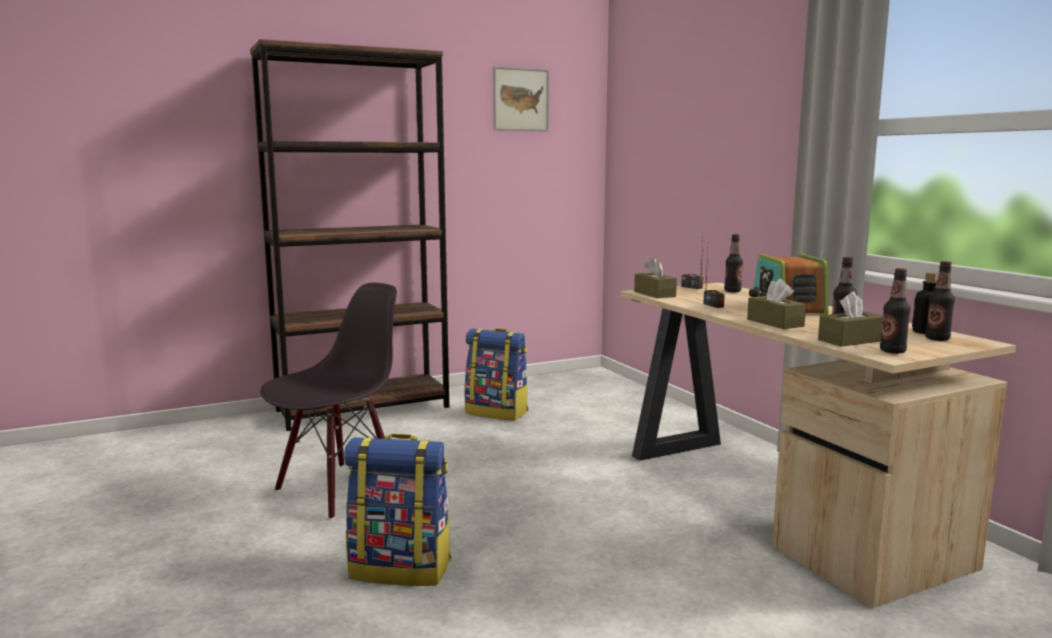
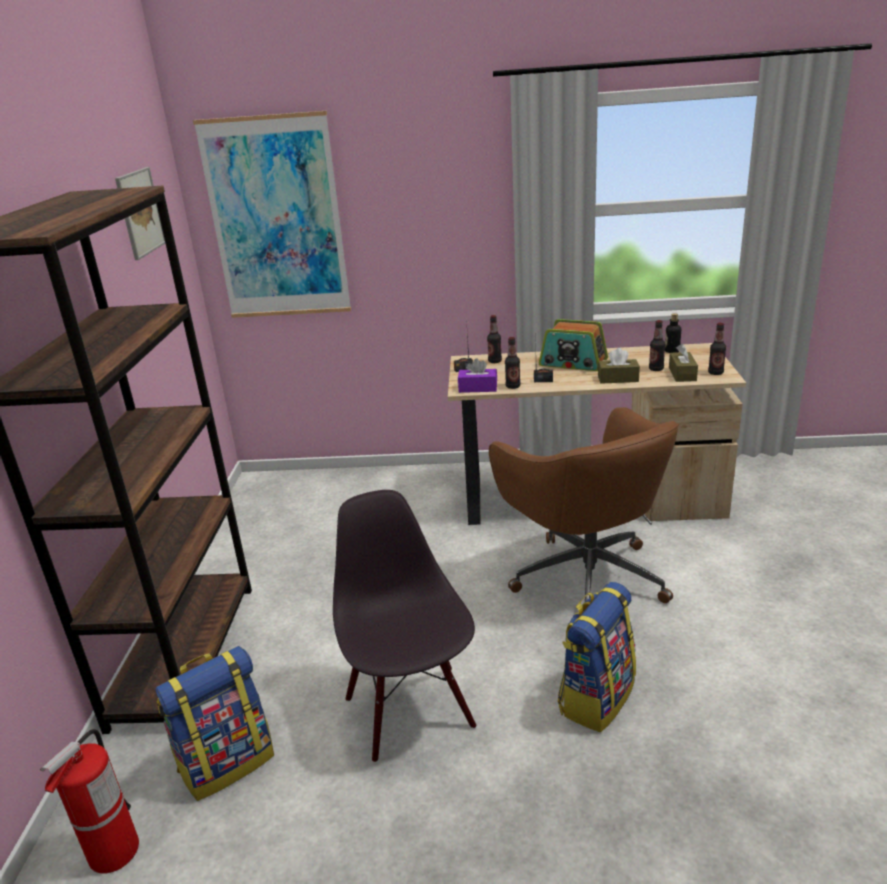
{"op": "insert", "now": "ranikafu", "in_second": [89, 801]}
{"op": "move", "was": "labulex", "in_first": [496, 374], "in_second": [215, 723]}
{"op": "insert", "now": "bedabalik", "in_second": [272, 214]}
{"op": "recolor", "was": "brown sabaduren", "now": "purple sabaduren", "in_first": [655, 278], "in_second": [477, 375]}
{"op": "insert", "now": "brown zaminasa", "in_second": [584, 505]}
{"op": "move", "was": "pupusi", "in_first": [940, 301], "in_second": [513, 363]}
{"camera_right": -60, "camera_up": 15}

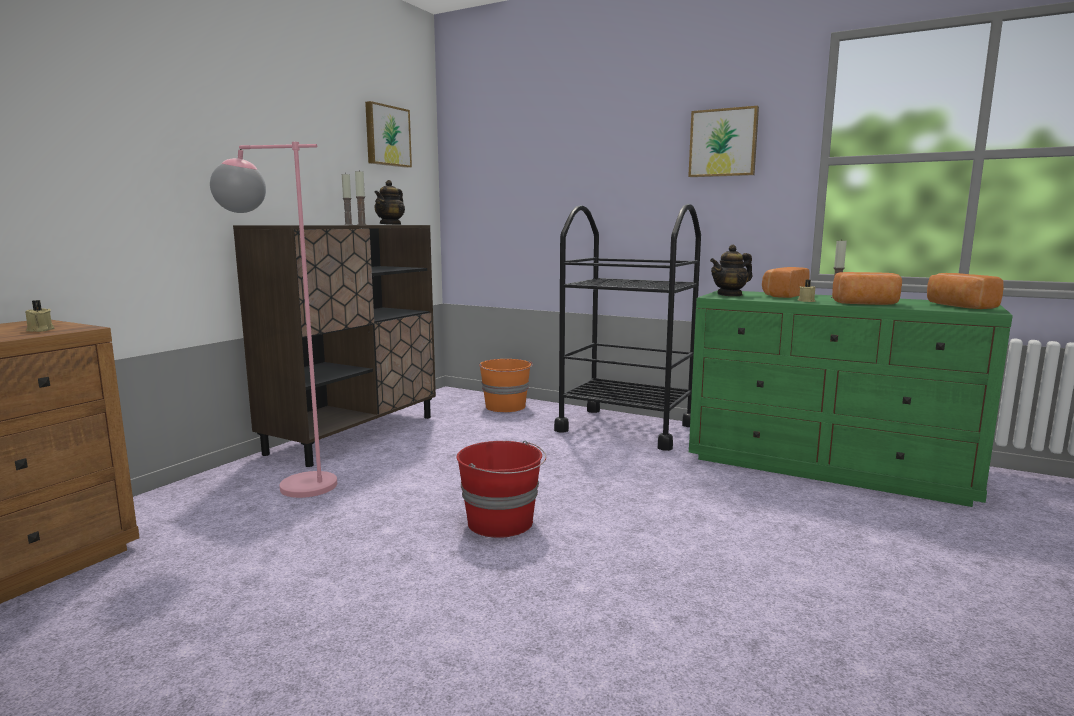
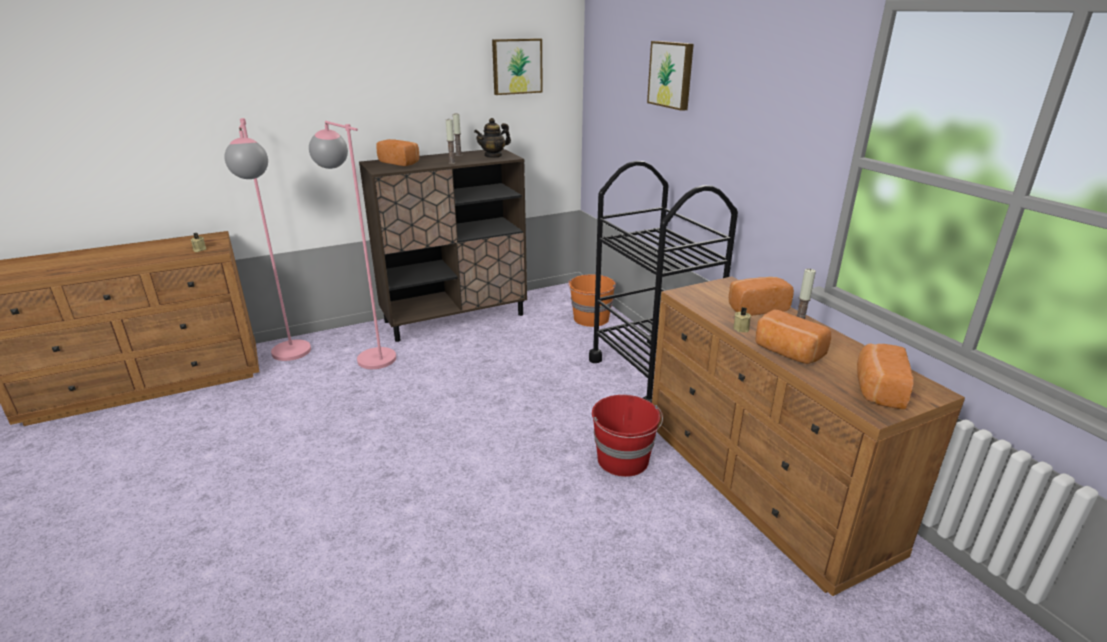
{"op": "insert", "now": "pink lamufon", "in_second": [268, 239]}
{"op": "insert", "now": "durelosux", "in_second": [397, 152]}
{"op": "move", "was": "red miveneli", "in_first": [501, 489], "in_second": [627, 436]}
{"op": "move", "was": "bedabalik", "in_first": [723, 141], "in_second": [670, 76]}
{"op": "recolor", "was": "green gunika", "now": "brown gunika", "in_first": [851, 398], "in_second": [808, 436]}
{"op": "delete", "was": "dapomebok", "in_first": [731, 270]}
{"camera_right": 35, "camera_up": 15}

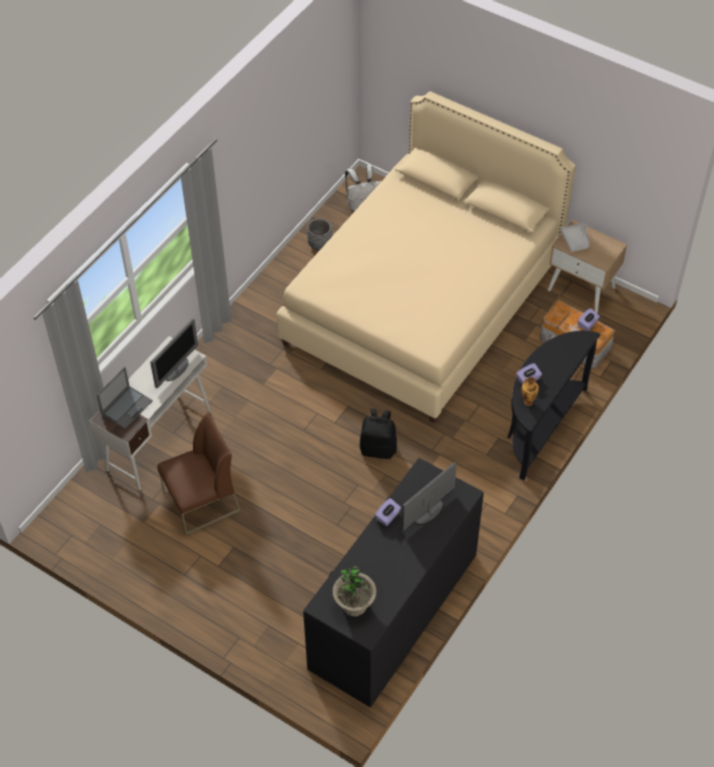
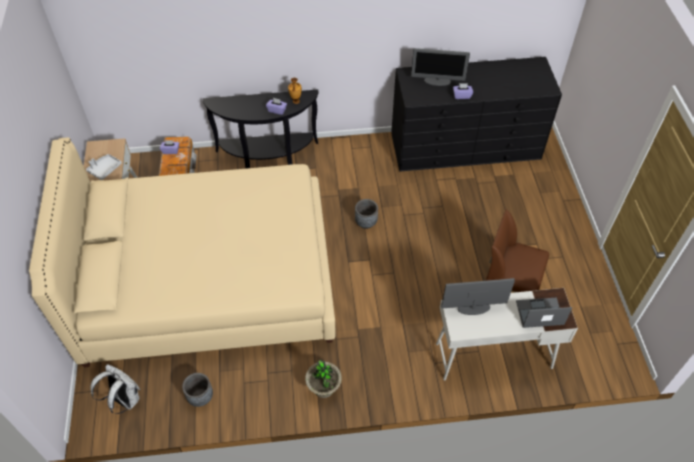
{"op": "move", "was": "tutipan", "in_first": [354, 590], "in_second": [323, 378]}
{"op": "replace", "was": "black labulex", "now": "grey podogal", "in_first": [378, 434], "in_second": [366, 214]}
{"camera_right": -130, "camera_up": 0}

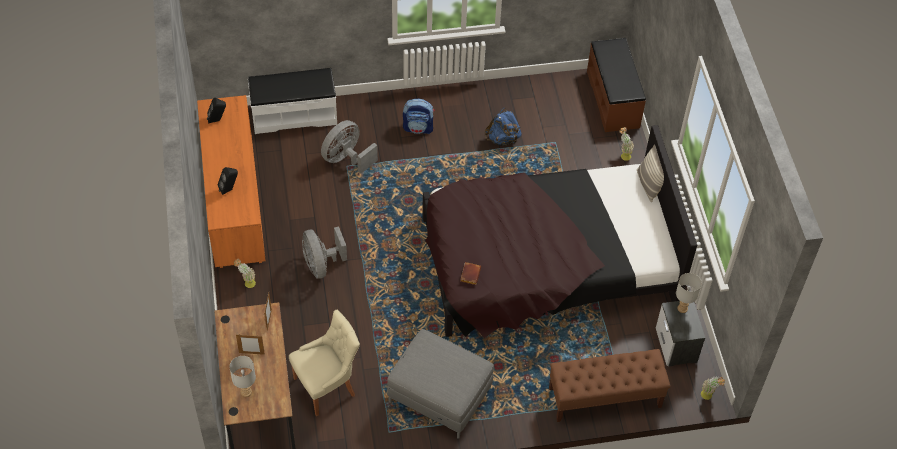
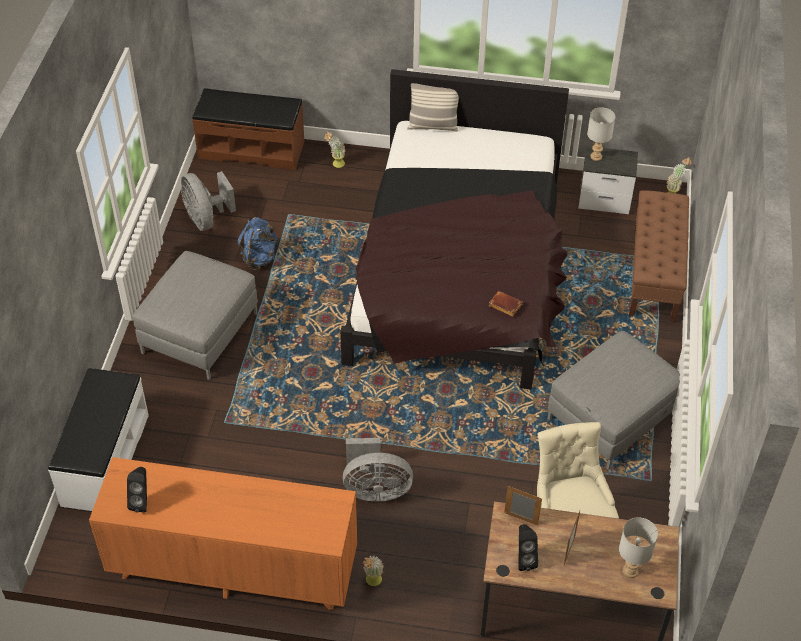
{"op": "replace", "was": "labulex", "now": "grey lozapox", "in_first": [419, 116], "in_second": [195, 315]}
{"op": "move", "was": "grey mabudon", "in_first": [349, 146], "in_second": [208, 201]}
{"op": "move", "was": "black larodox", "in_first": [228, 181], "in_second": [528, 547]}
{"camera_right": -70, "camera_up": -5}

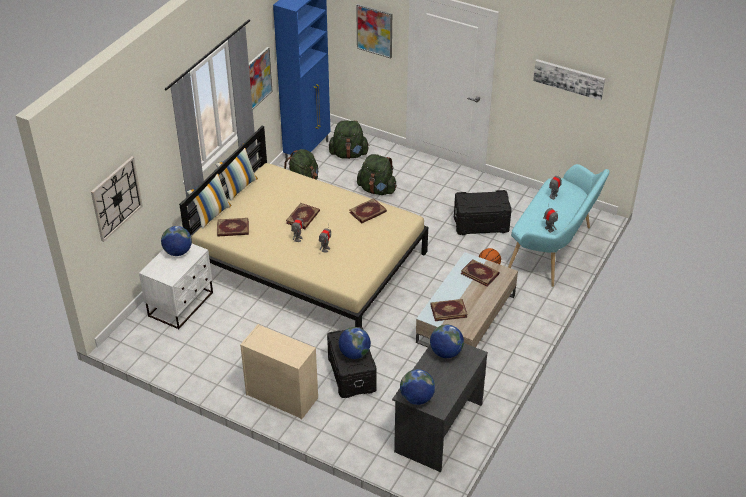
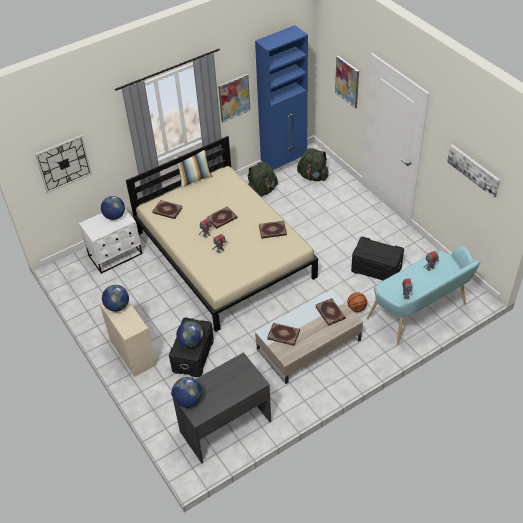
{"op": "move", "was": "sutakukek", "in_first": [447, 341], "in_second": [115, 298]}
{"op": "delete", "was": "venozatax", "in_first": [209, 201]}
{"op": "delete", "was": "green labulex", "in_first": [377, 174]}
{"camera_right": 30, "camera_up": 5}

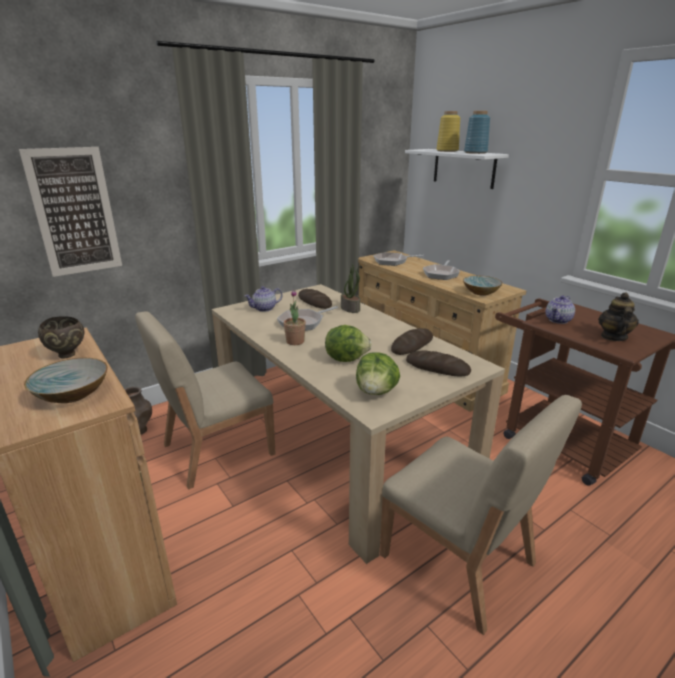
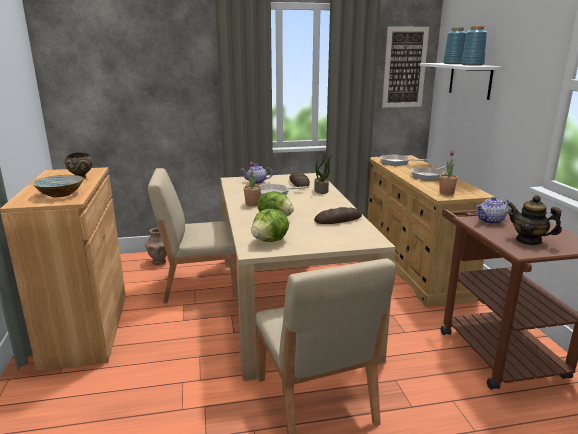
{"op": "move", "was": "bedabalik", "in_first": [70, 212], "in_second": [405, 67]}
{"op": "replace", "was": "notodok", "now": "tutipan", "in_first": [482, 286], "in_second": [448, 173]}
{"op": "recolor", "was": "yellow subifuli", "now": "blue subifuli", "in_first": [448, 131], "in_second": [454, 45]}
{"op": "rotate", "was": "dapomebok", "in_first": [618, 316], "in_second": [535, 220], "clockwise": -90}
{"op": "delete", "was": "durelosux", "in_first": [438, 363]}
{"camera_right": 25, "camera_up": -5}

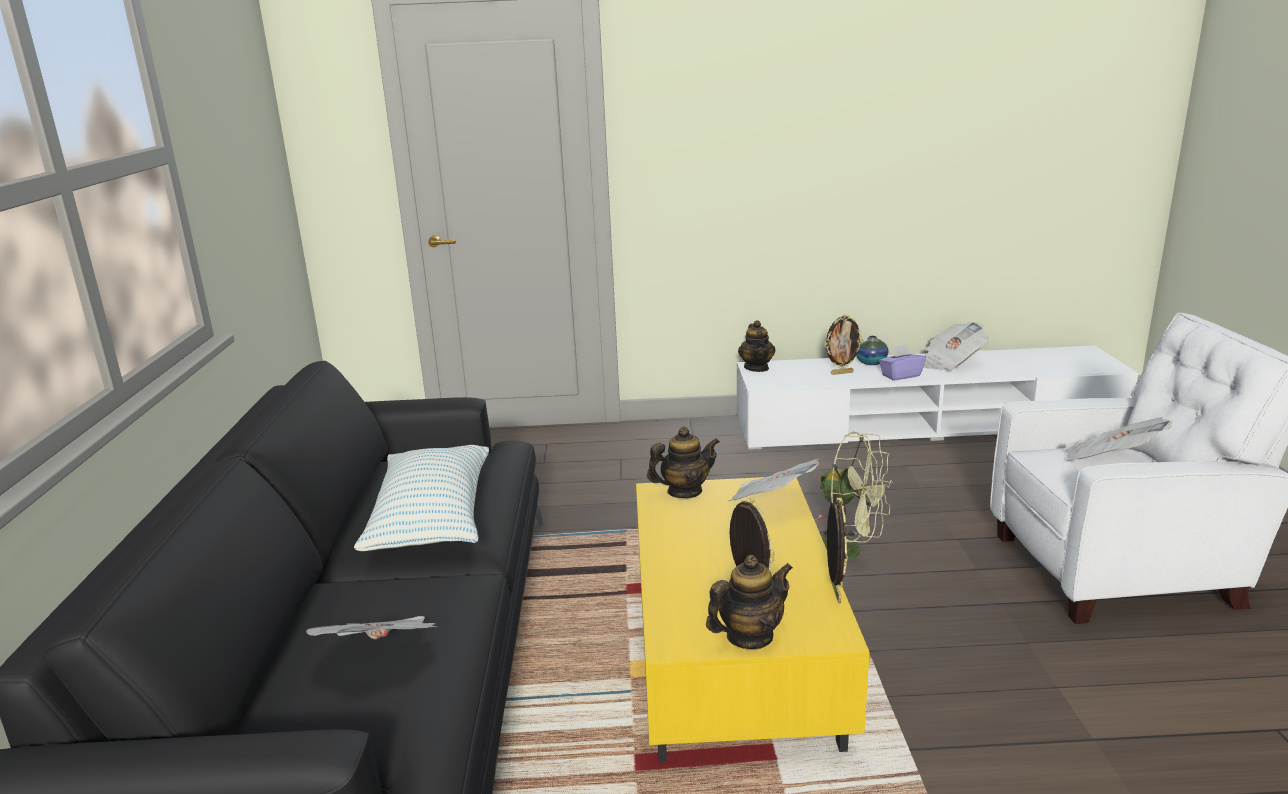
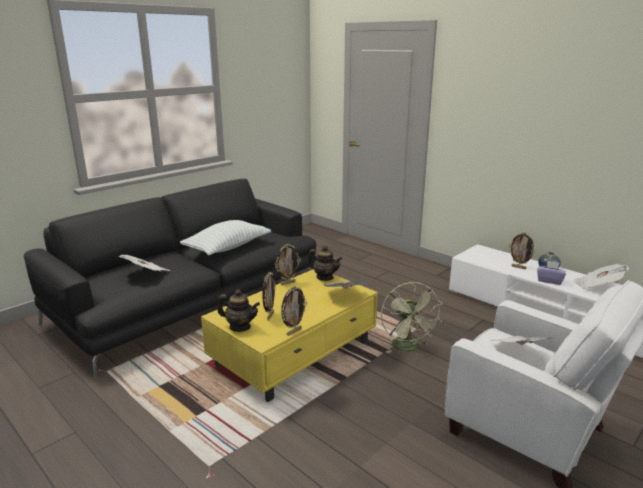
{"op": "insert", "now": "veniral", "in_second": [288, 264]}
{"op": "delete", "was": "dapomebok", "in_first": [756, 346]}
{"camera_right": 45, "camera_up": 0}

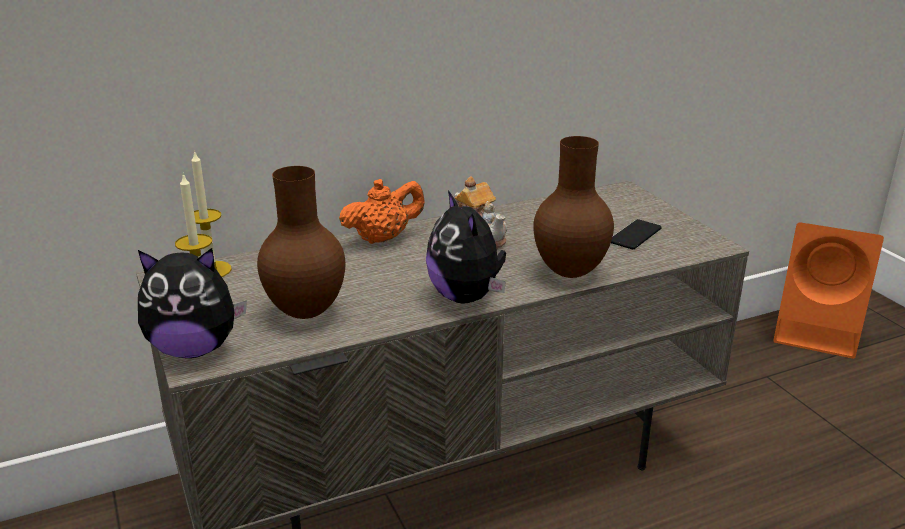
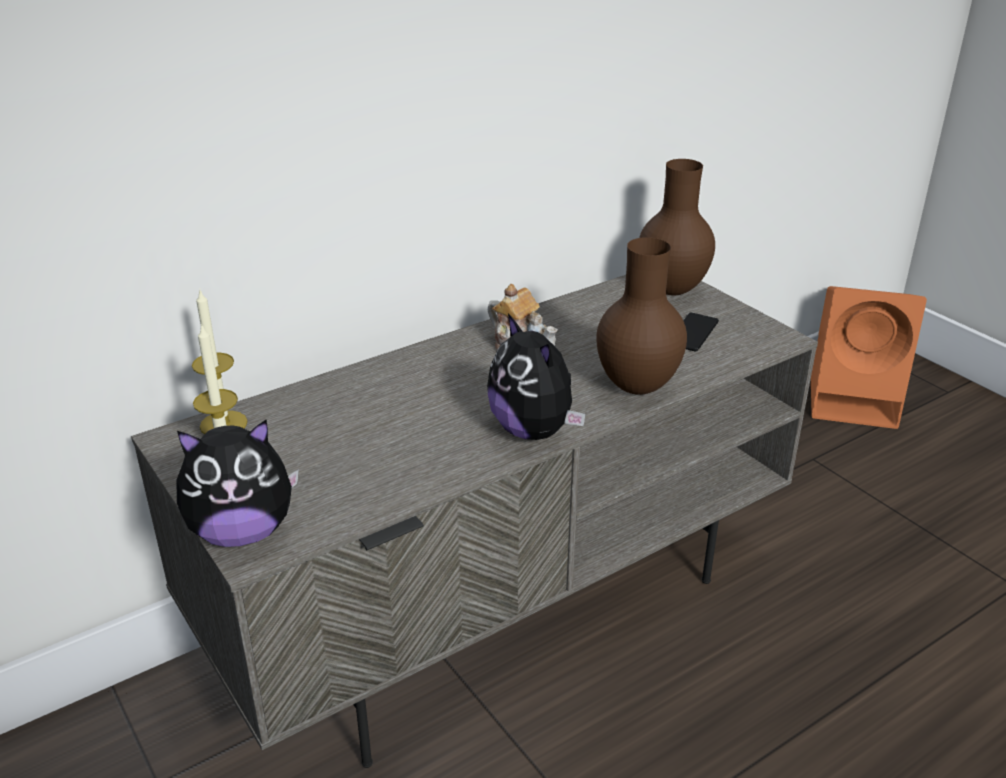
{"op": "move", "was": "brown subifuli", "in_first": [301, 242], "in_second": [677, 227]}
{"op": "delete", "was": "orange dapomebok", "in_first": [382, 211]}
{"camera_right": -10, "camera_up": 5}

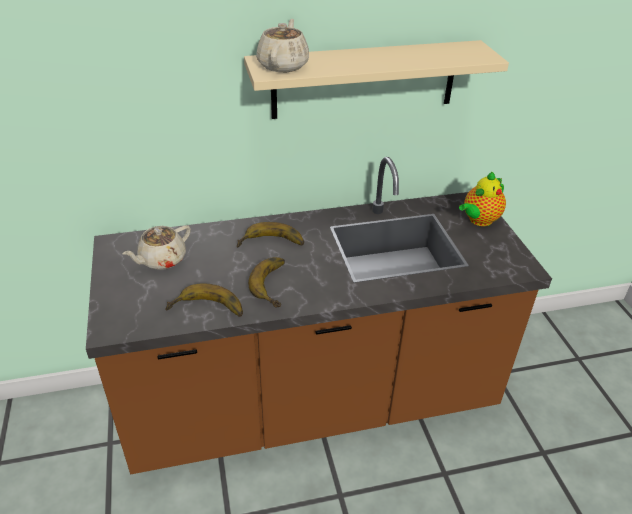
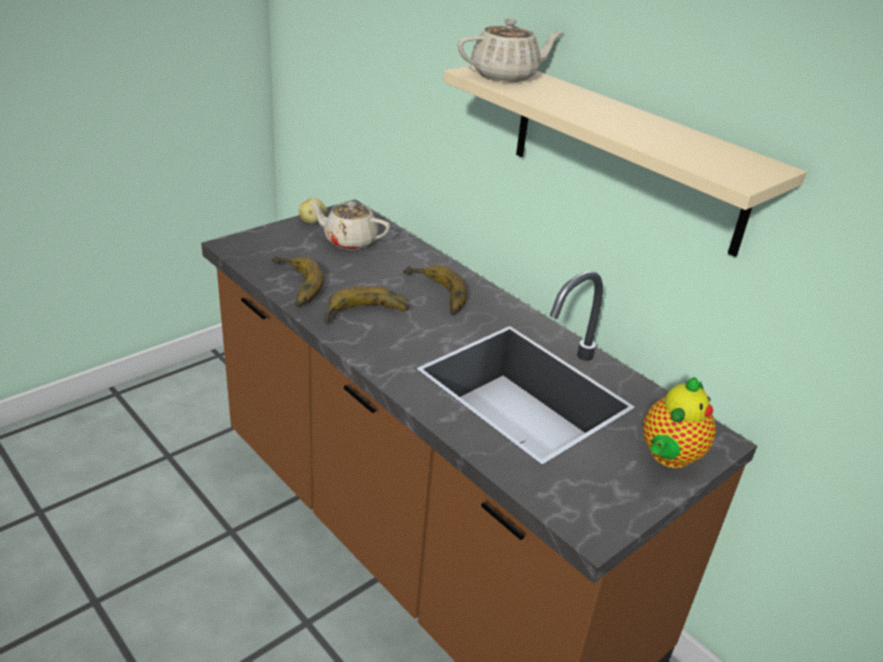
{"op": "insert", "now": "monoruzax", "in_second": [313, 211]}
{"op": "rotate", "was": "dapomebok", "in_first": [482, 198], "in_second": [679, 422], "clockwise": -75}
{"camera_right": 60, "camera_up": -5}

